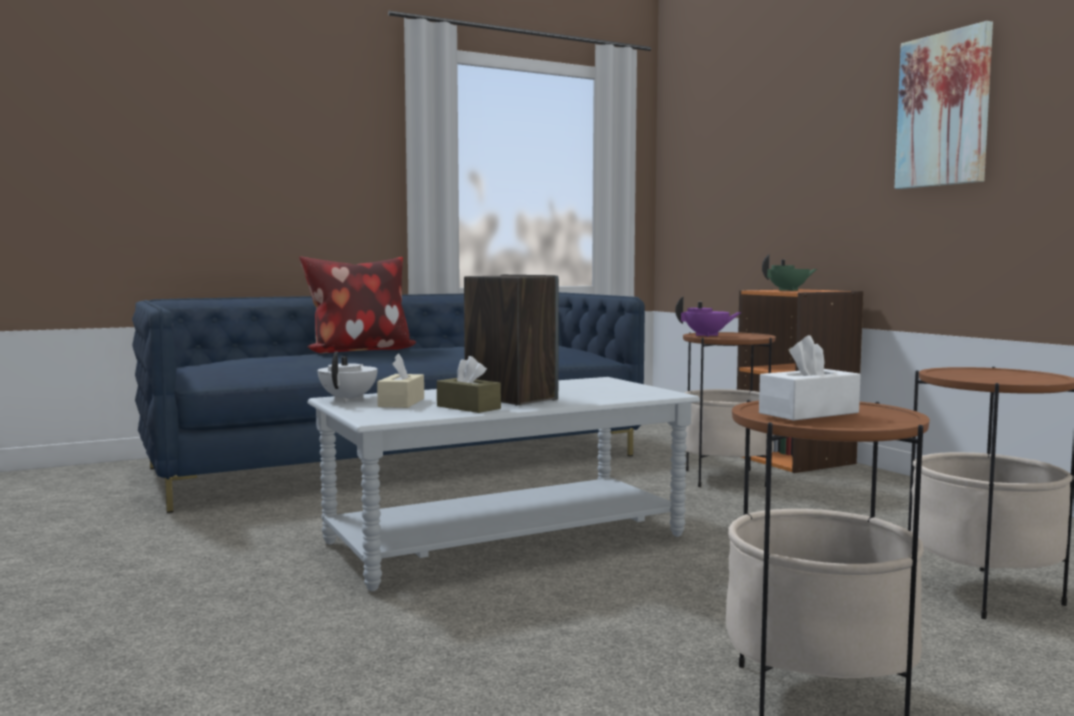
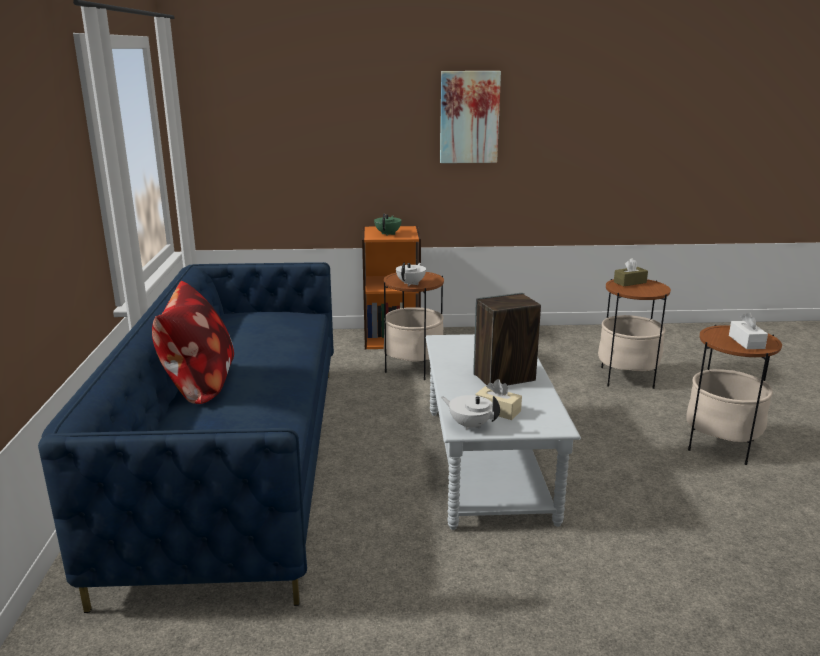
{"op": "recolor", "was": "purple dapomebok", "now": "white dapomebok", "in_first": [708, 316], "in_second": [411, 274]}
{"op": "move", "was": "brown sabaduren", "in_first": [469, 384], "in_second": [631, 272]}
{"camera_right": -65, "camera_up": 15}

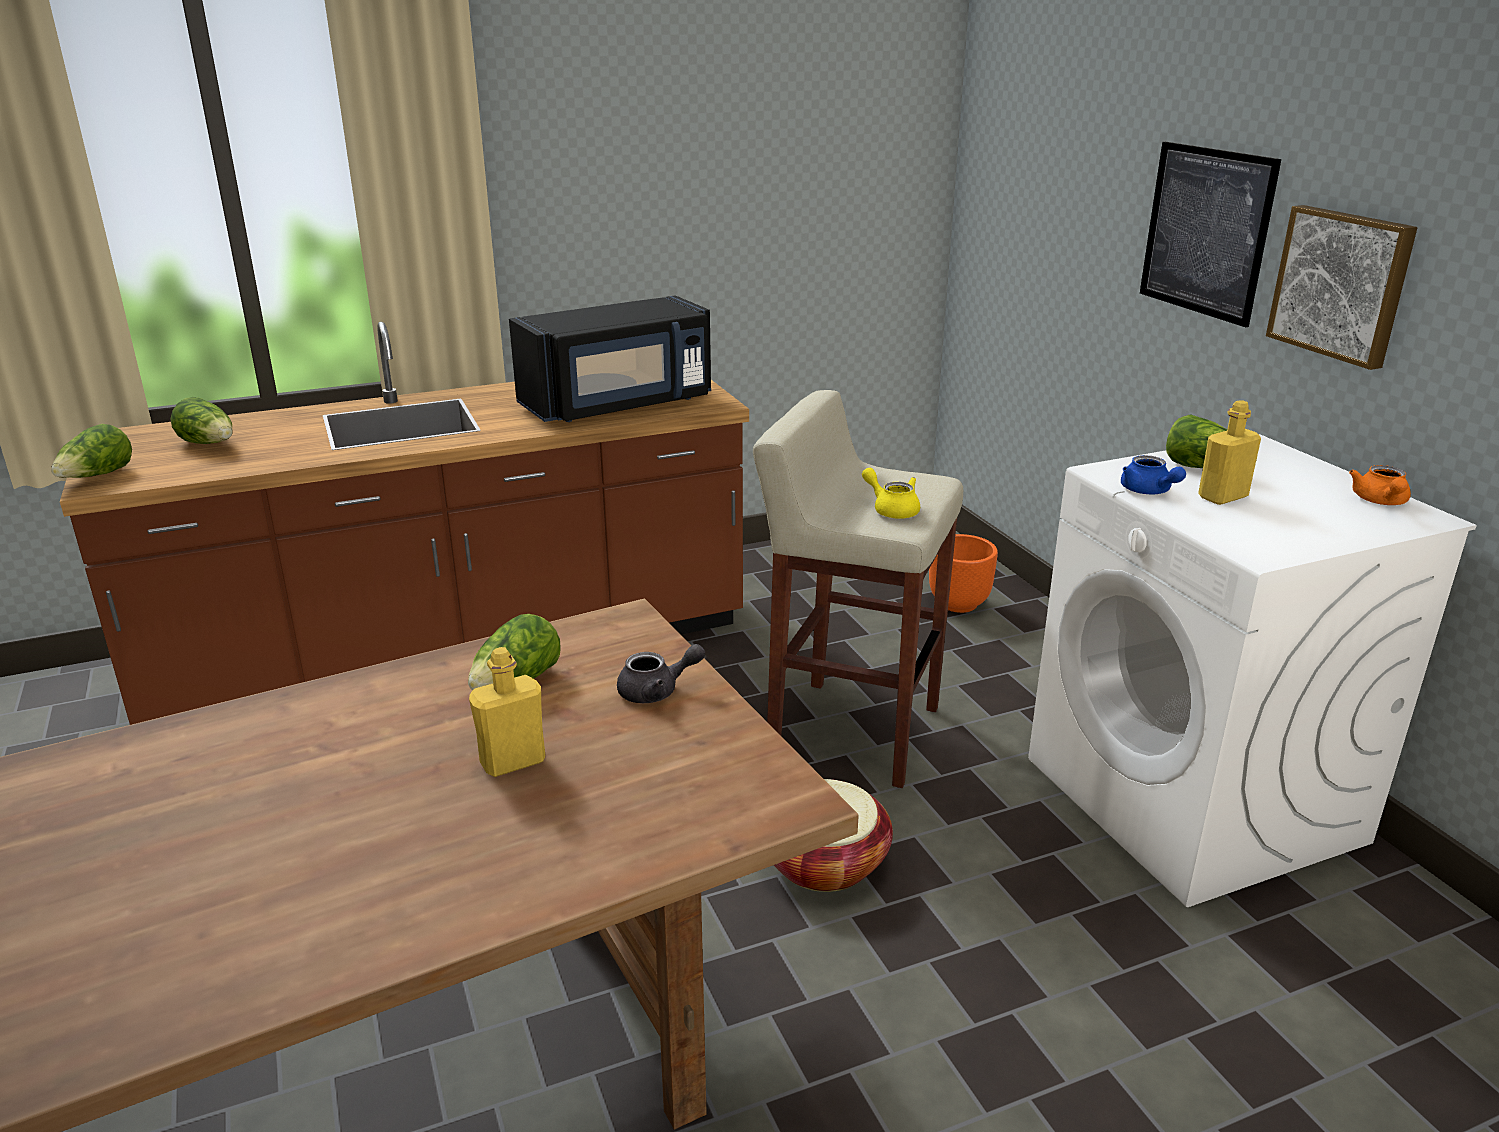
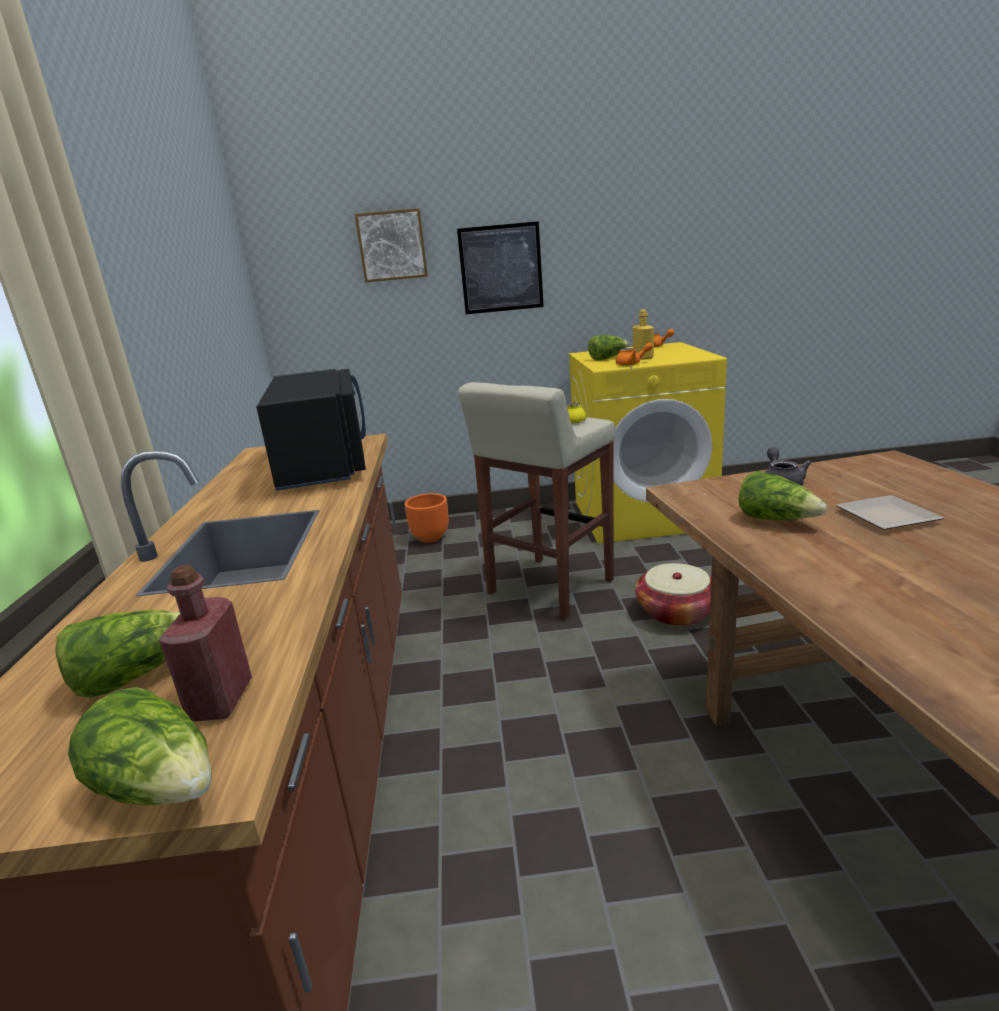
{"op": "insert", "now": "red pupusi", "in_second": [205, 643]}
{"op": "move", "was": "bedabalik", "in_first": [1342, 287], "in_second": [391, 245]}
{"op": "recolor", "was": "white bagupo", "now": "yellow bagupo", "in_first": [1252, 670], "in_second": [648, 443]}
{"op": "recolor", "was": "blue dapomebok", "now": "orange dapomebok", "in_first": [1153, 474], "in_second": [634, 354]}
{"op": "replace", "was": "yellow pupusi", "now": "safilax", "in_first": [507, 712], "in_second": [890, 512]}
{"camera_right": -70, "camera_up": -5}

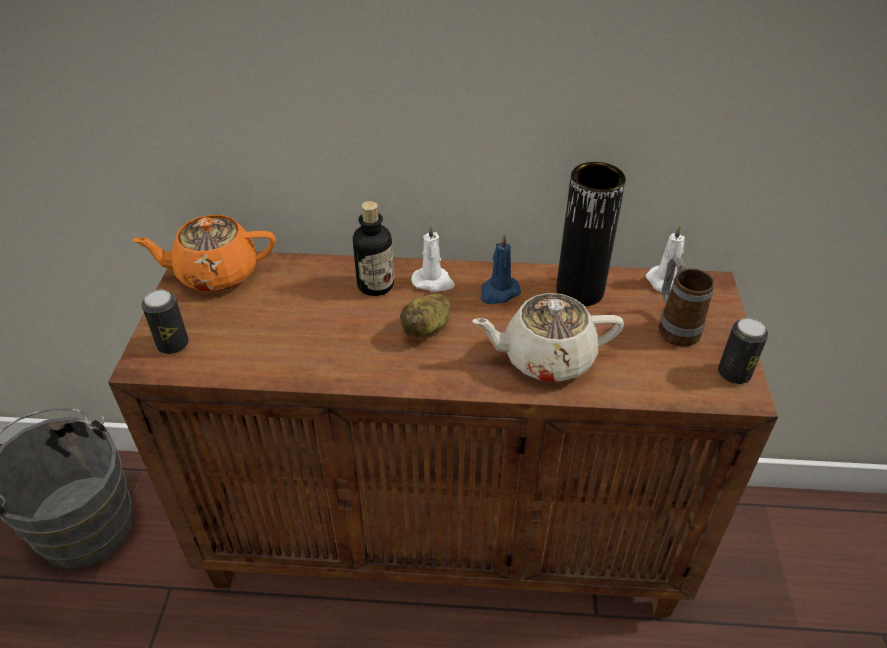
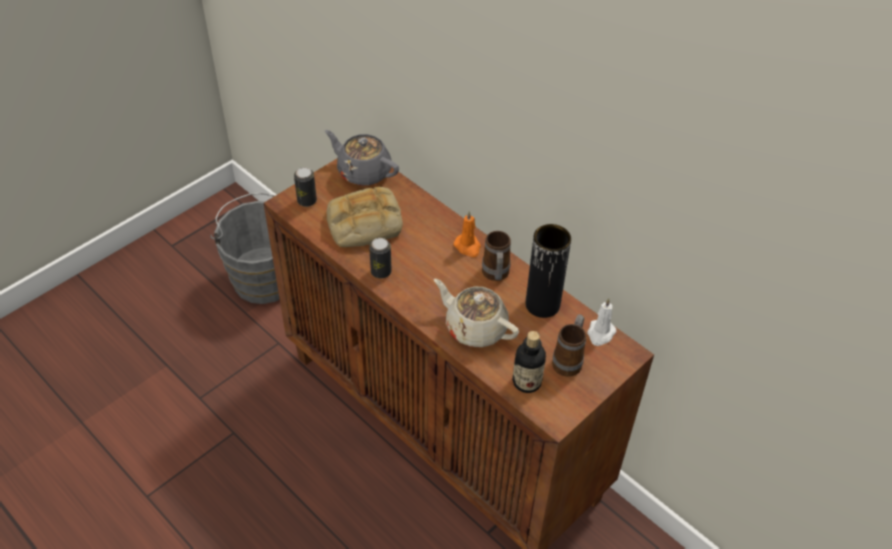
{"op": "recolor", "was": "orange dapomebok", "now": "grey dapomebok", "in_first": [204, 253], "in_second": [362, 158]}
{"op": "insert", "now": "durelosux", "in_second": [365, 217]}
{"op": "move", "was": "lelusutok", "in_first": [743, 351], "in_second": [380, 258]}
{"op": "recolor", "was": "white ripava", "now": "orange ripava", "in_first": [433, 257], "in_second": [467, 234]}
{"op": "replace", "was": "blue ripava", "now": "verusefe", "in_first": [501, 269], "in_second": [496, 256]}
{"op": "move", "was": "pupusi", "in_first": [373, 248], "in_second": [529, 362]}
{"op": "delete", "was": "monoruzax", "in_first": [425, 315]}
{"camera_right": 40, "camera_up": 5}

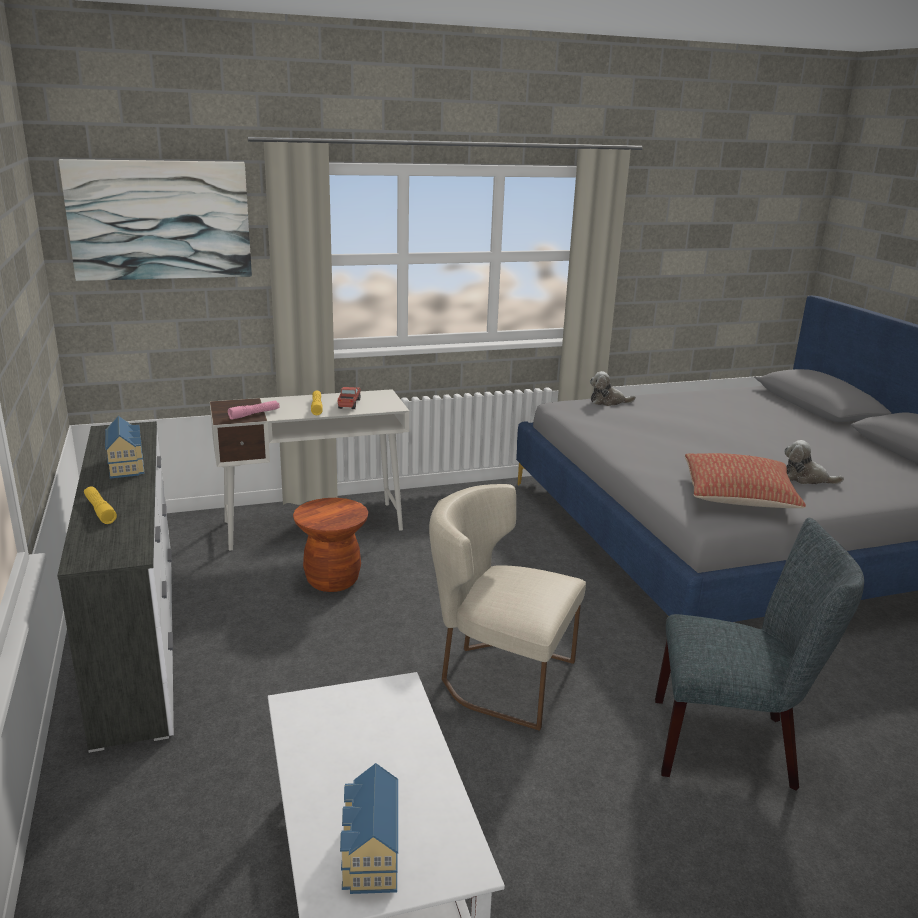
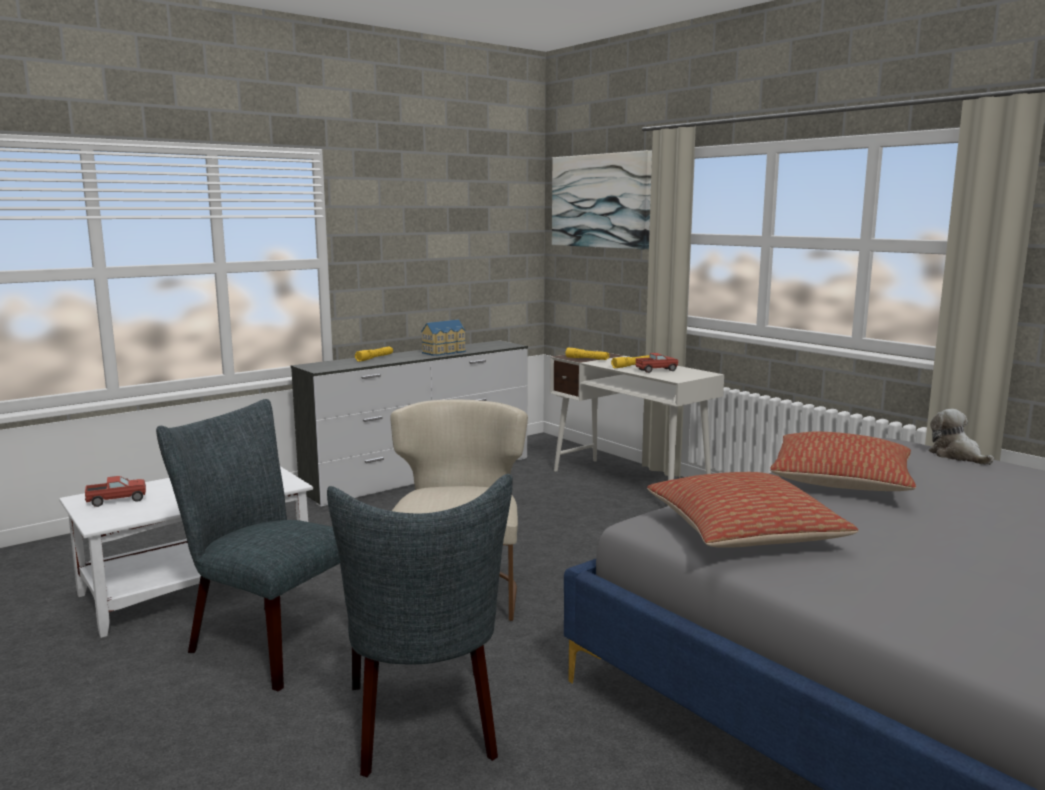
{"op": "replace", "was": "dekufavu", "now": "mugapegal", "in_first": [369, 828], "in_second": [115, 491]}
{"op": "insert", "now": "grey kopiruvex", "in_second": [248, 545]}
{"op": "recolor", "was": "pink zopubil", "now": "yellow zopubil", "in_first": [254, 410], "in_second": [587, 353]}
{"op": "insert", "now": "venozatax", "in_second": [843, 461]}
{"op": "delete", "was": "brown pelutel", "in_first": [330, 545]}
{"op": "delete", "was": "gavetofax", "in_first": [814, 462]}
{"camera_right": 70, "camera_up": -10}

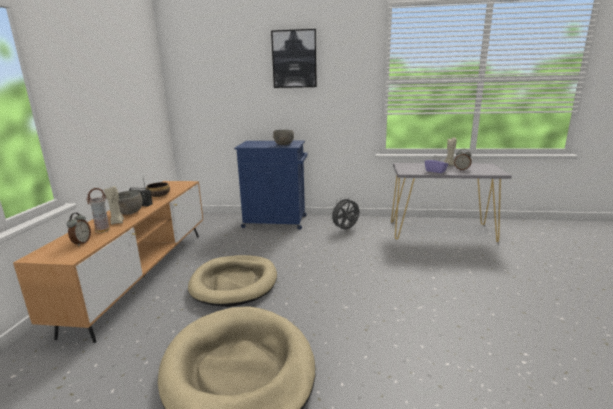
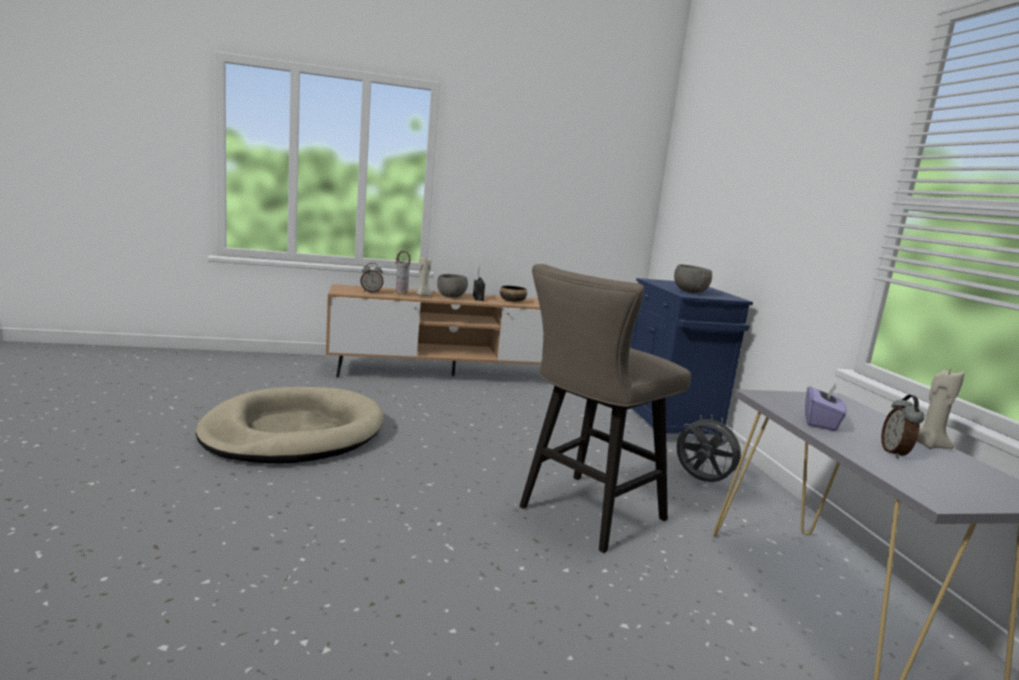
{"op": "insert", "now": "beige pelutel", "in_second": [605, 408]}
{"op": "delete", "was": "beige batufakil", "in_first": [232, 281]}
{"op": "delete", "was": "bedabalik", "in_first": [294, 58]}
{"camera_right": 70, "camera_up": -5}

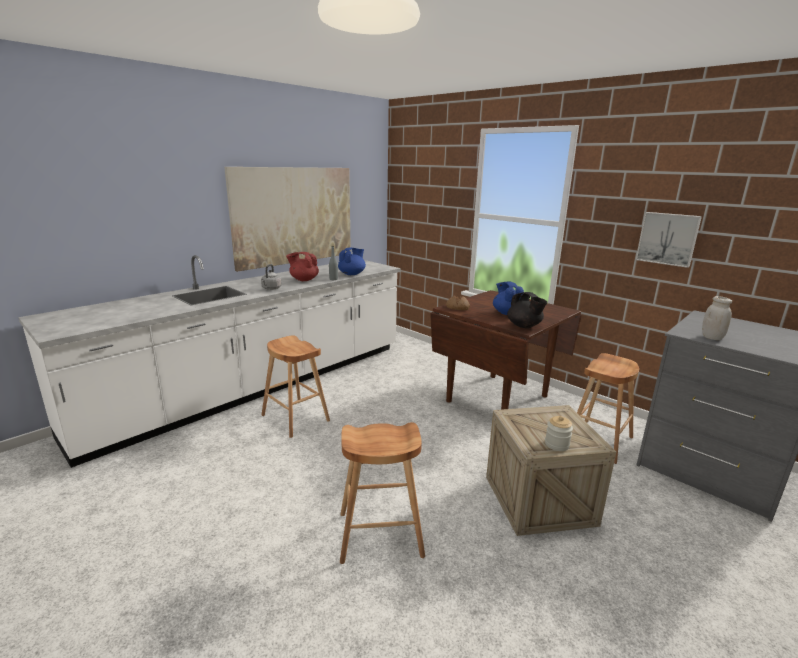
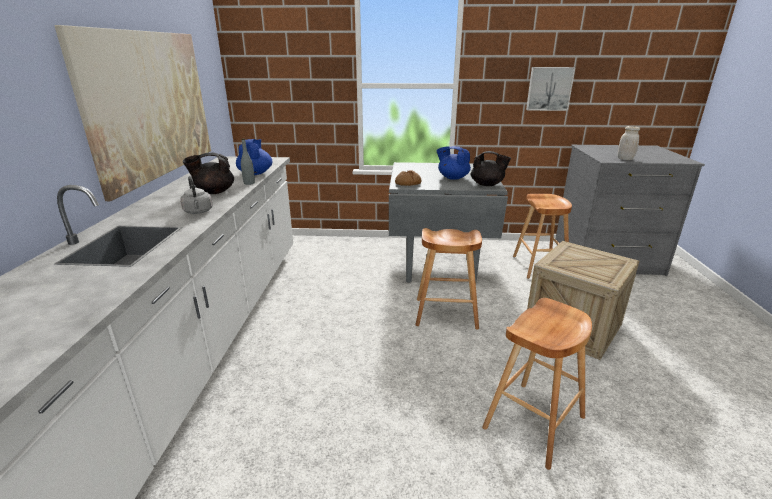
{"op": "recolor", "was": "red dapomebok", "now": "black dapomebok", "in_first": [302, 266], "in_second": [208, 173]}
{"op": "recolor", "was": "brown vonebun", "now": "grey vonebun", "in_first": [506, 350], "in_second": [448, 222]}
{"op": "move", "was": "brown pelutel", "in_first": [295, 386], "in_second": [448, 279]}
{"op": "delete", "was": "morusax", "in_first": [559, 433]}
{"camera_right": -40, "camera_up": 5}

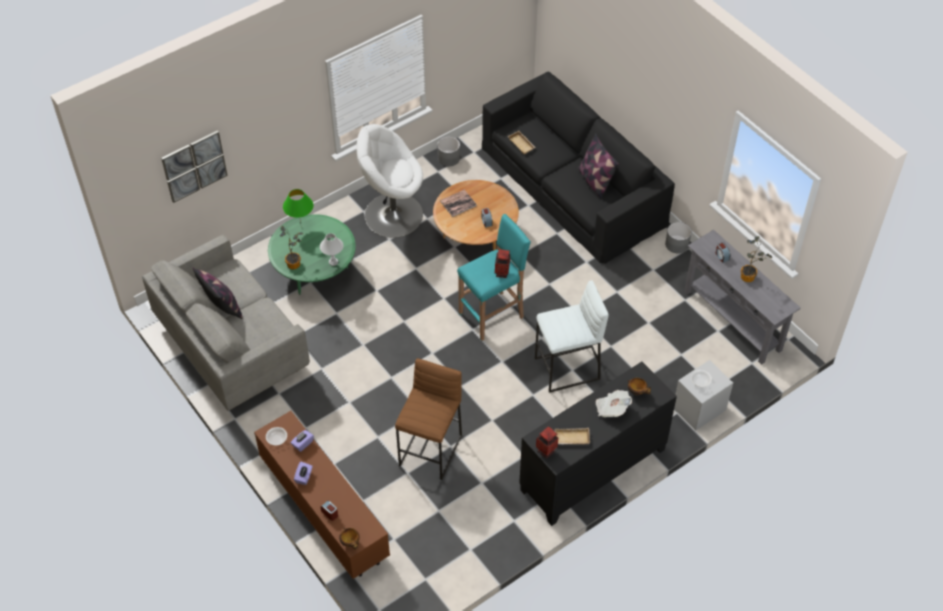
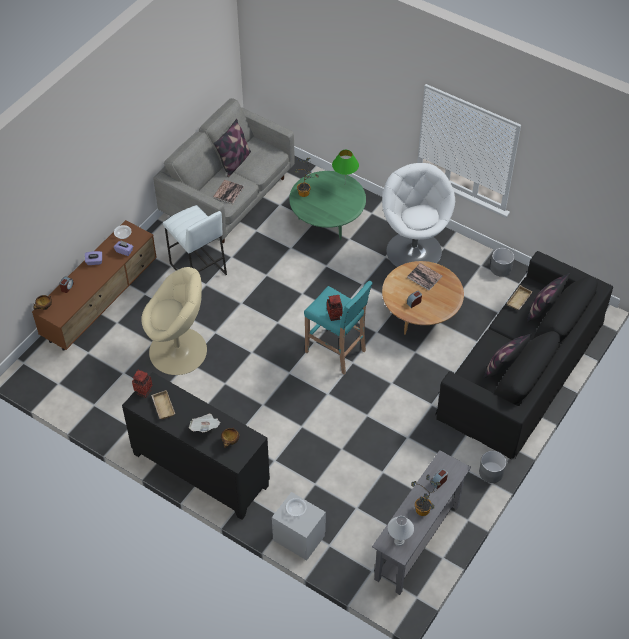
{"op": "replace", "was": "brown pelutel", "now": "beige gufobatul", "in_first": [428, 419], "in_second": [174, 321]}
{"op": "move", "was": "white pelutel", "in_first": [572, 336], "in_second": [195, 240]}
{"op": "insert", "now": "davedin", "in_second": [228, 192]}
{"op": "move", "was": "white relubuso", "in_first": [331, 249], "in_second": [401, 531]}
{"op": "insert", "now": "venozatax", "in_second": [548, 297]}
{"op": "delete", "was": "bedabalik", "in_first": [194, 166]}
{"camera_right": 70, "camera_up": 0}

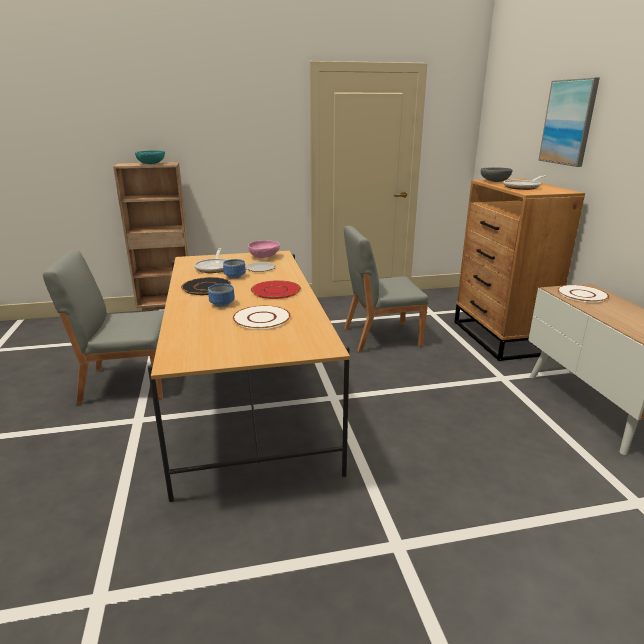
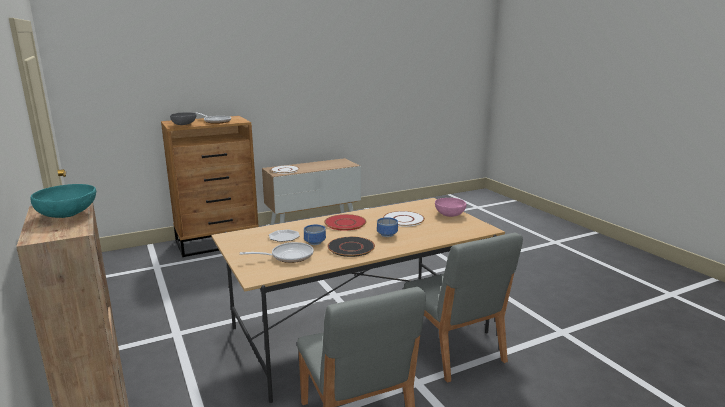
{"op": "move", "was": "grey kopiruvex", "in_first": [386, 289], "in_second": [463, 308]}
{"op": "move", "was": "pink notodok", "in_first": [264, 249], "in_second": [450, 207]}
{"op": "delete", "was": "bedabalik", "in_first": [569, 122]}
{"camera_right": -105, "camera_up": -5}

